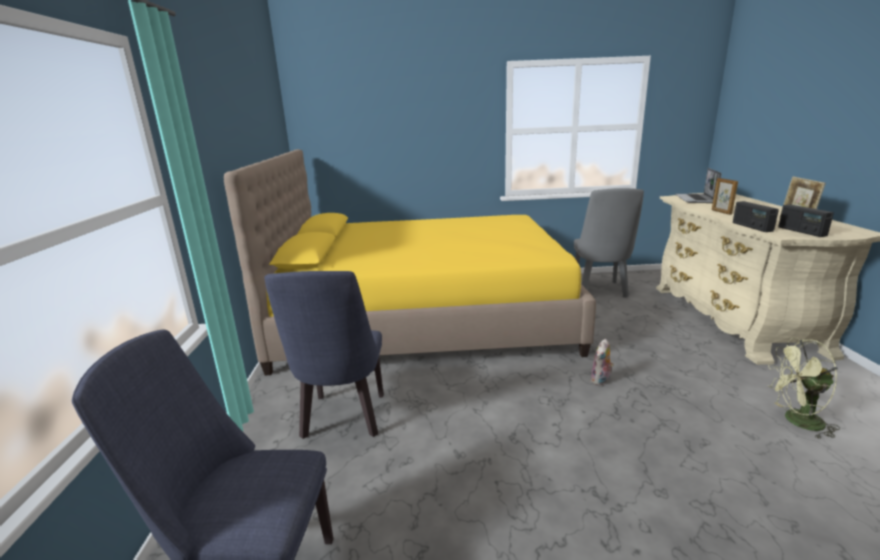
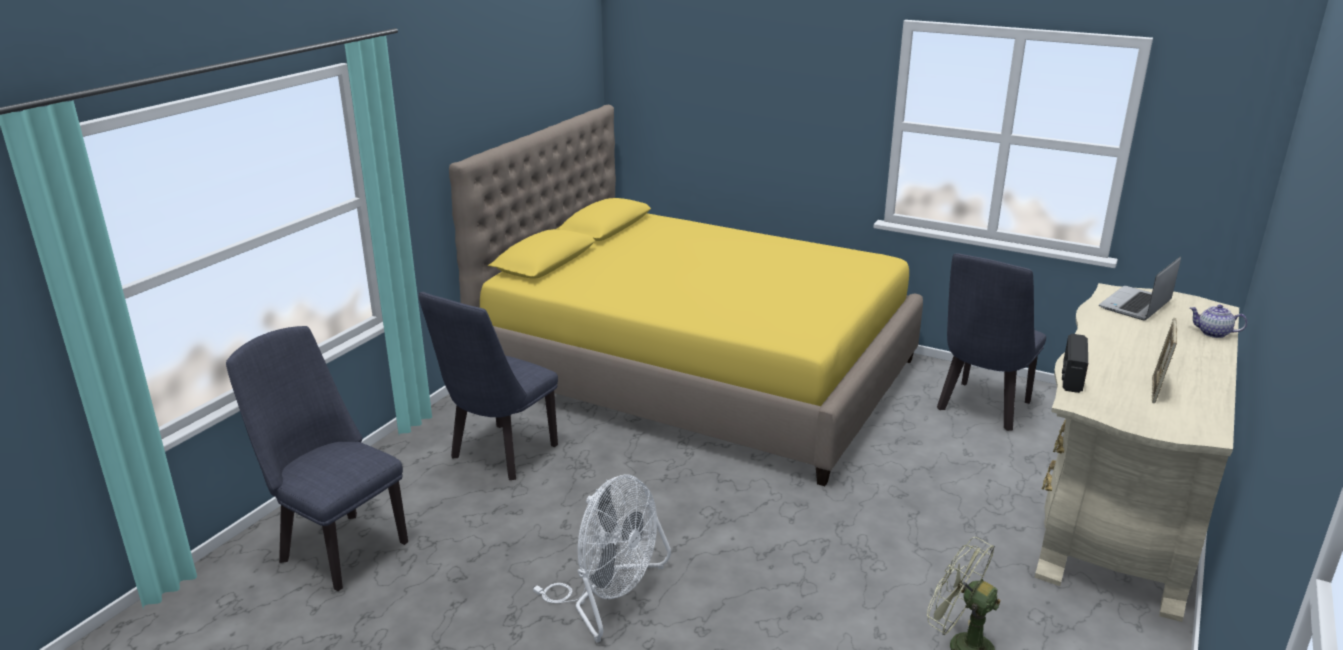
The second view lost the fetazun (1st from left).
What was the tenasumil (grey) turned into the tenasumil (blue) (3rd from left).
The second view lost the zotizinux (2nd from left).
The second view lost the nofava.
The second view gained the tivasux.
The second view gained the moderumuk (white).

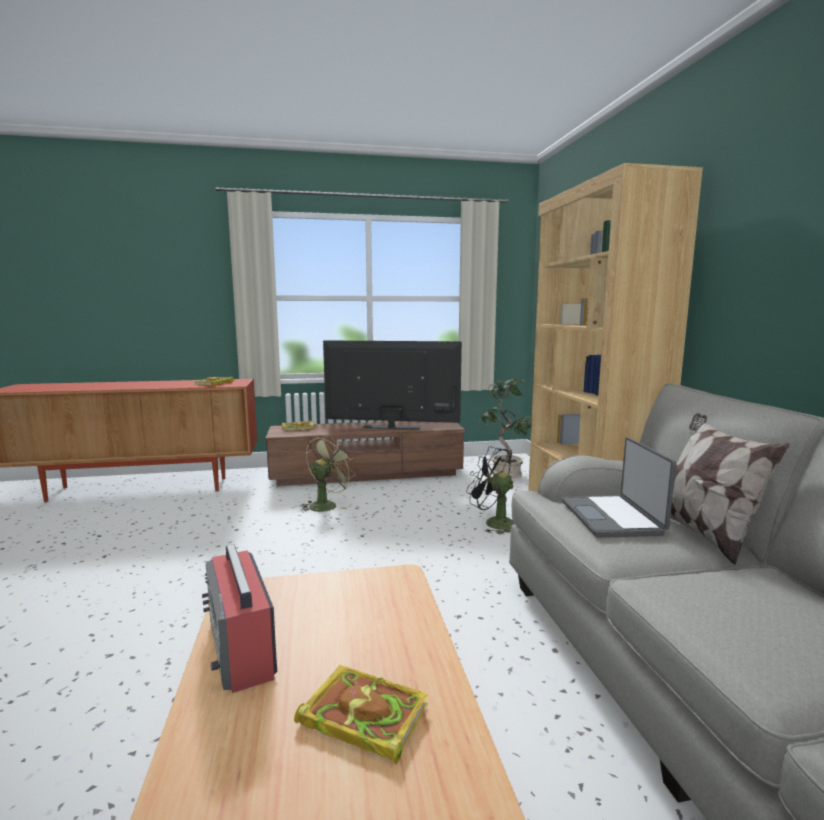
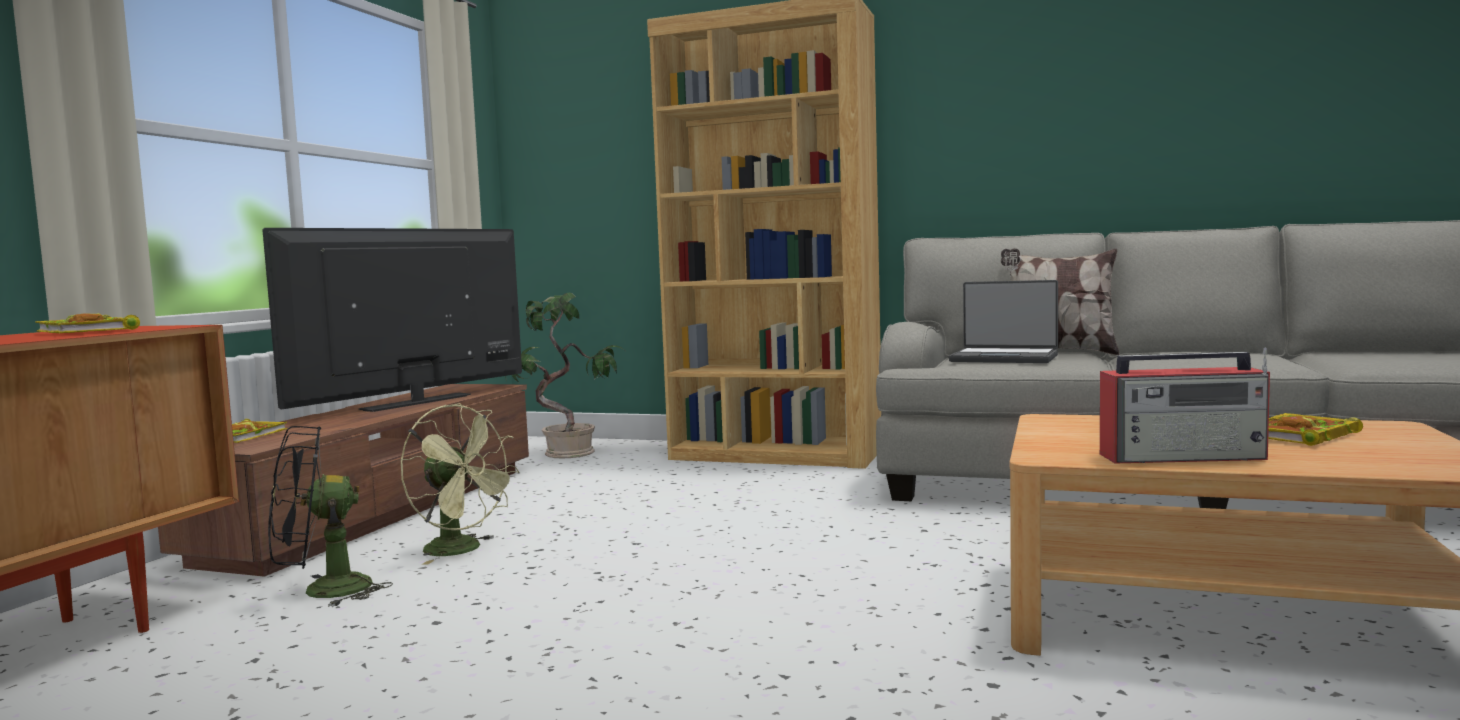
The moderumuk (green) ended up facing another way, 150 degrees clockwise from before.
The moderumuk (black) ended up elsewhere.

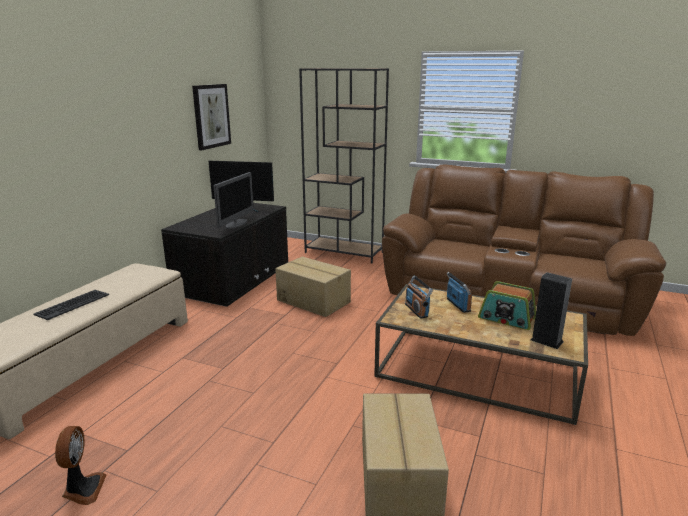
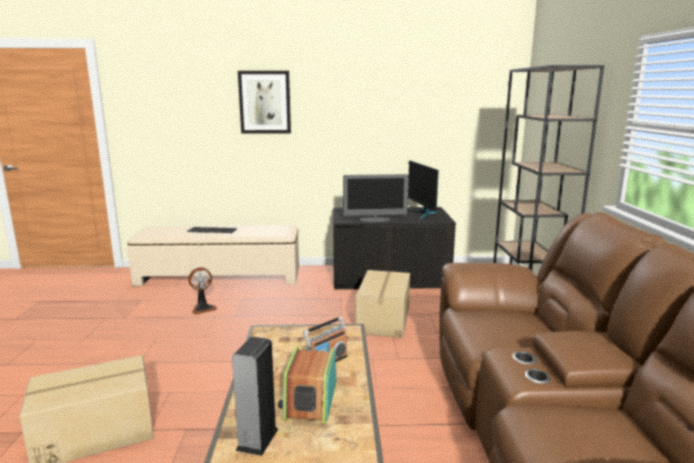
The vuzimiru ended up elsewhere.
The second view lost the zotizinux (1st from left).
The moderumuk ended up elsewhere.

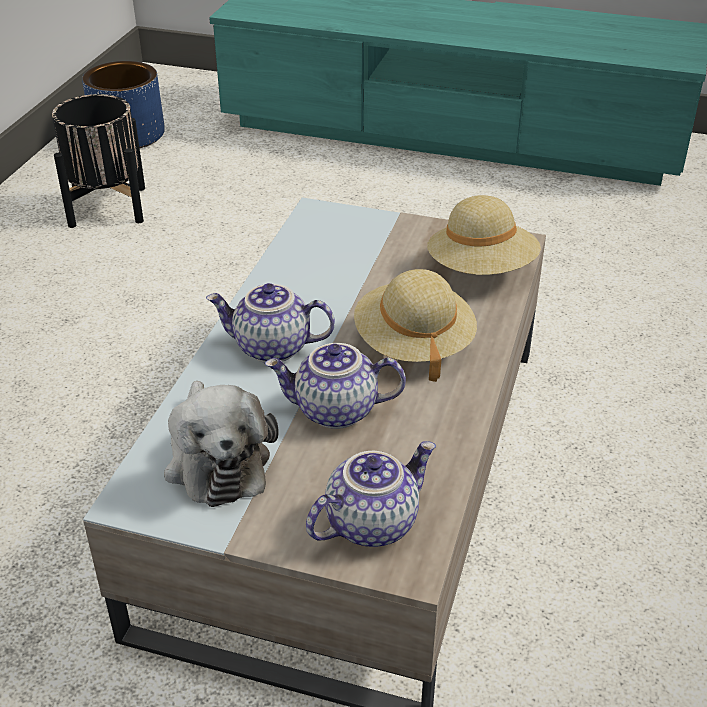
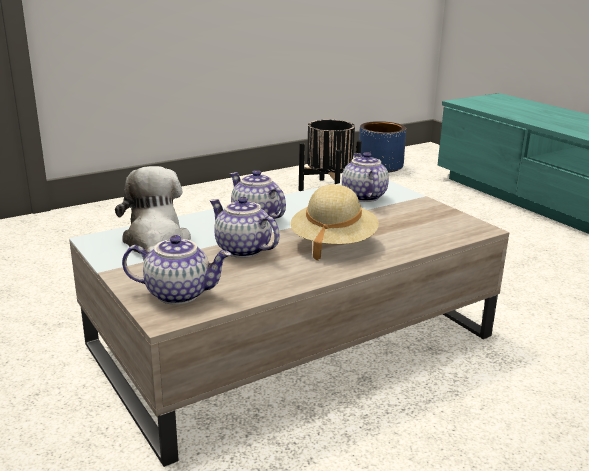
The second view lost the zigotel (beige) (2nd from left).
The nofava ended up facing another way, 150 degrees clockwise from before.
The second view gained the tivasux (4th from left).

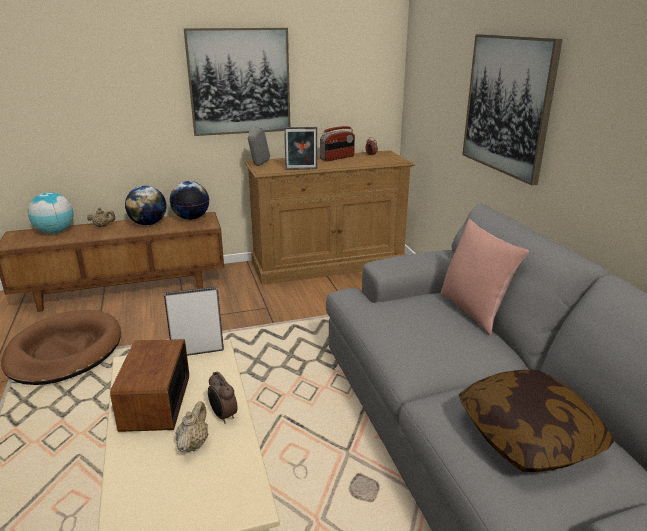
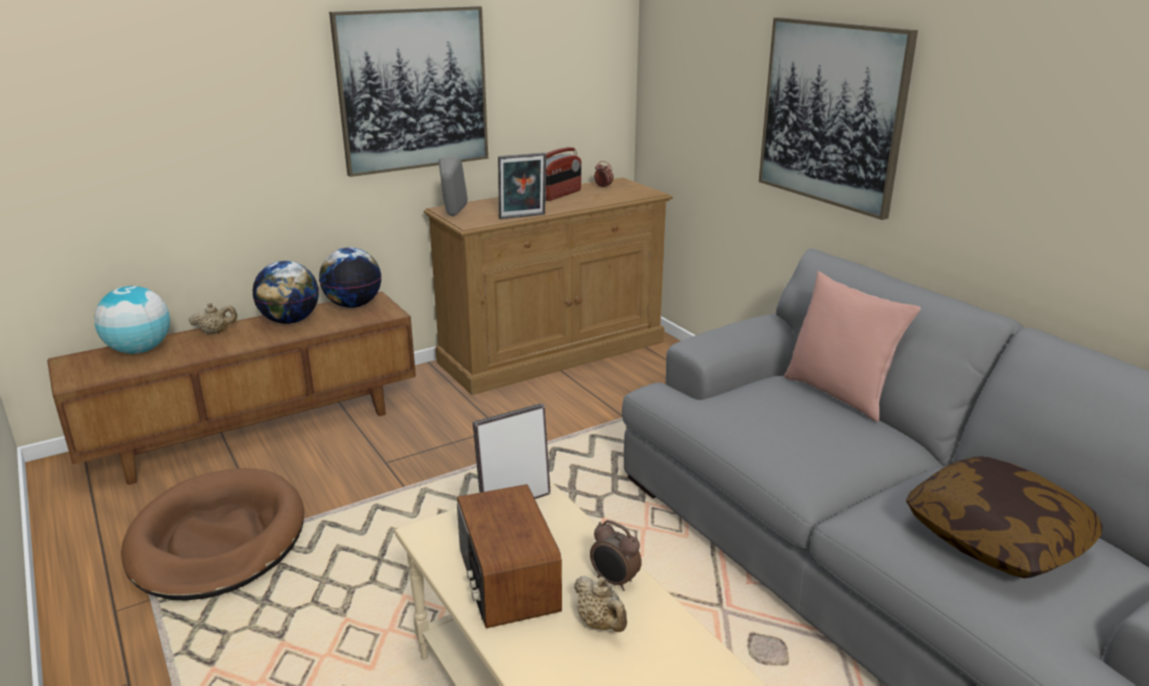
The tivasux (beige) (2nd from left) ended up facing another way, 150 degrees clockwise from before.

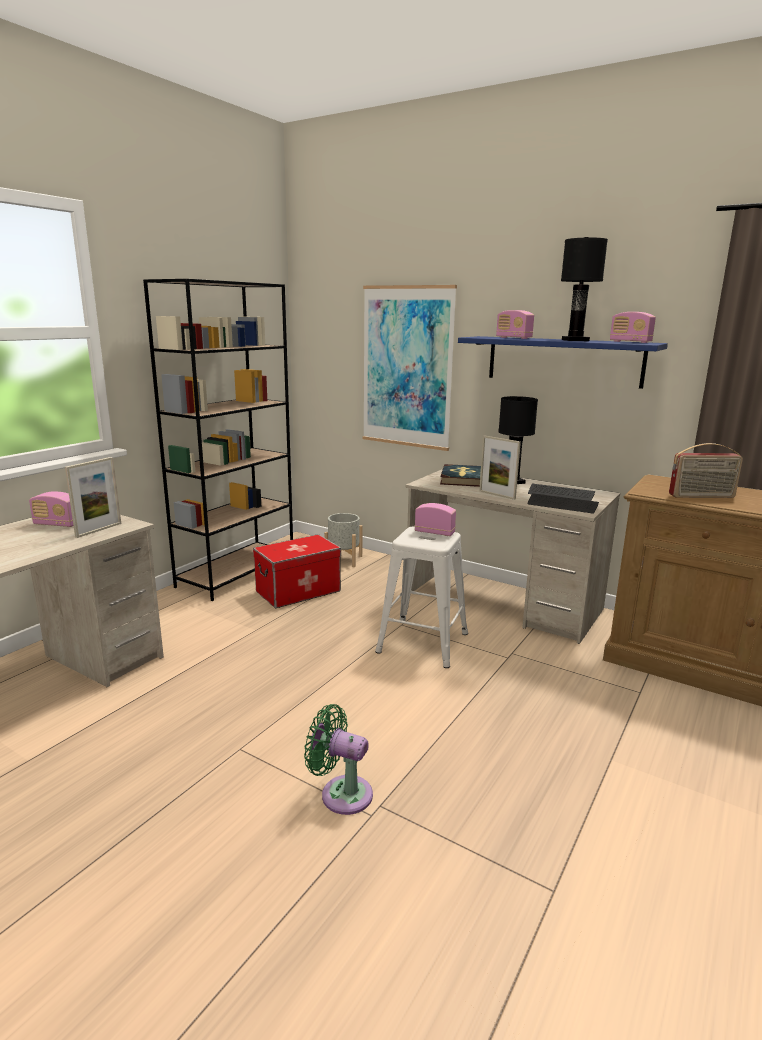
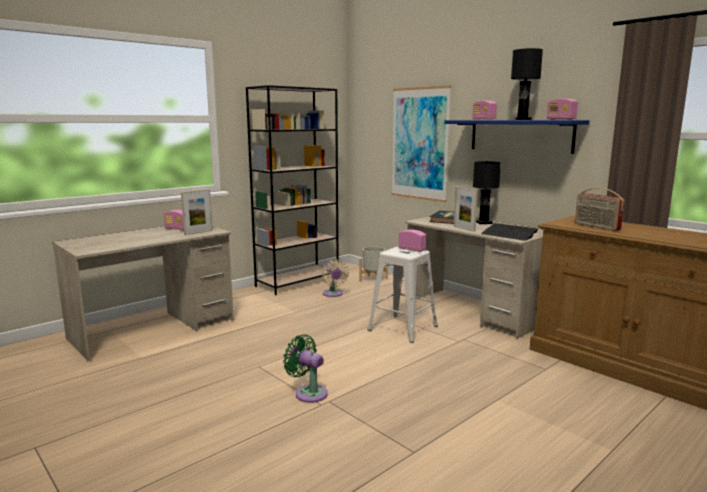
The zotizinux (5th from left) ended up facing another way, 45 degrees clockwise from before.
Where the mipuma stood, the moderumuk (beige) came to stand.

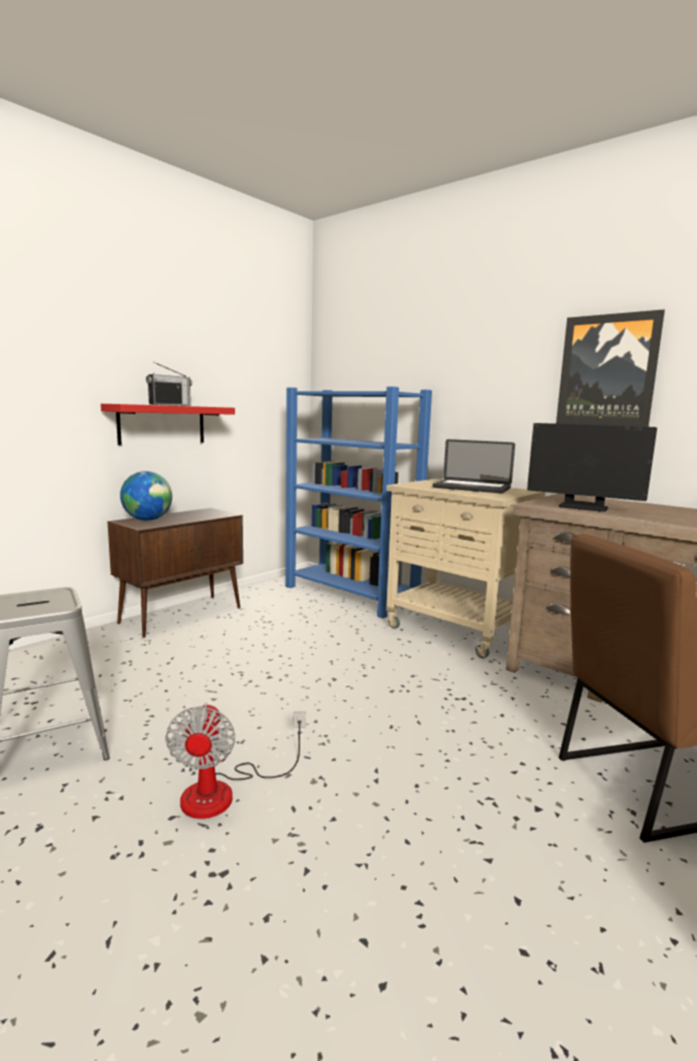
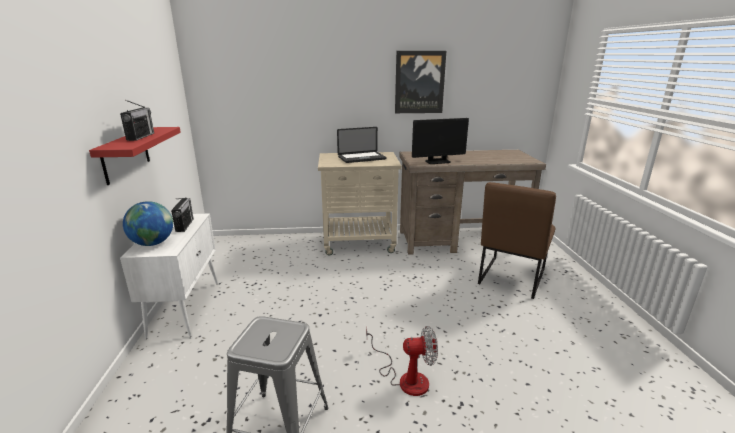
The second view lost the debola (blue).
What was the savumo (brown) turned into the savumo (white).
The moderumuk ended up facing another way, 45 degrees counterclockwise from before.
The second view gained the zotizinux (2nd from left).

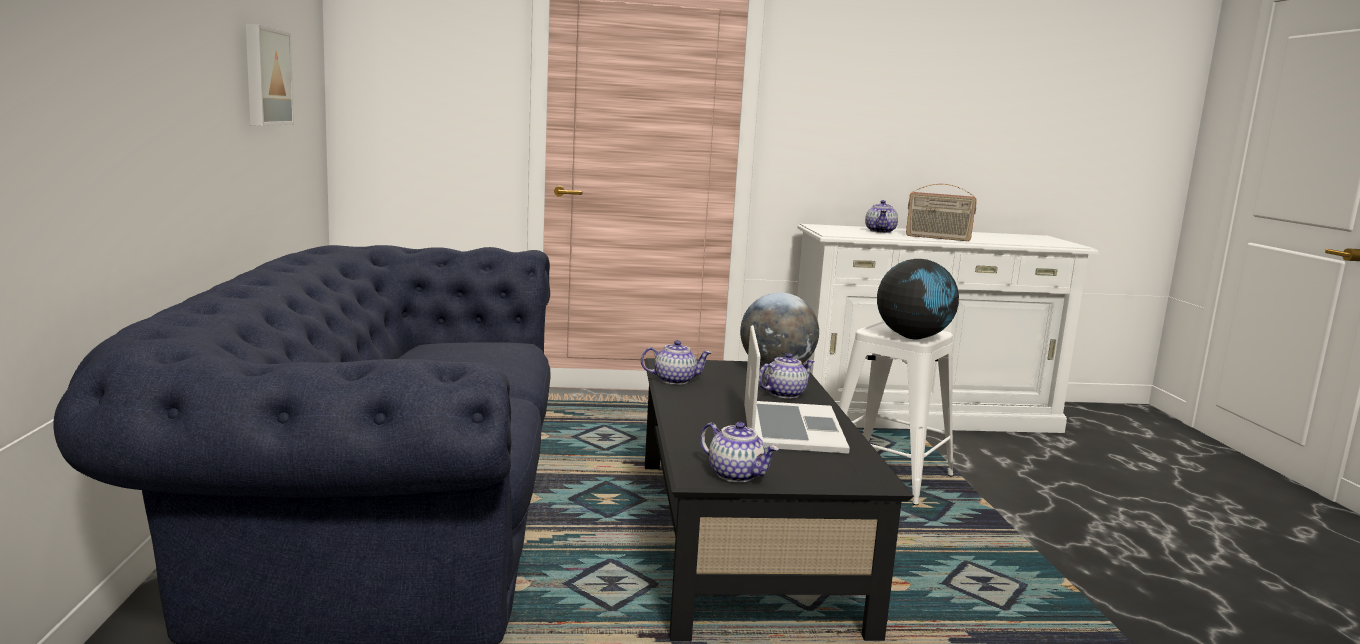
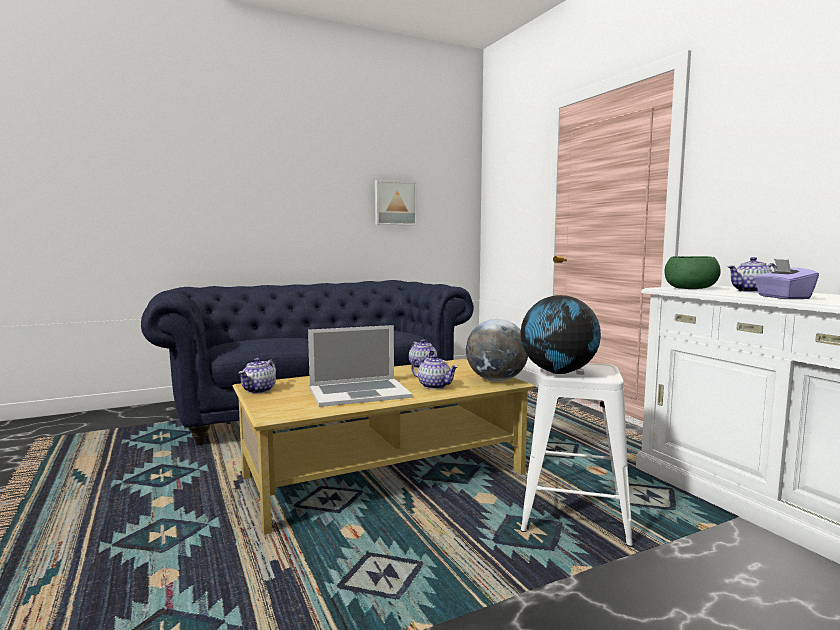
Where the zotizinux stood, the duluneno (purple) came to stand.
What was the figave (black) turned into the figave (beige).
The second view gained the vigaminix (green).

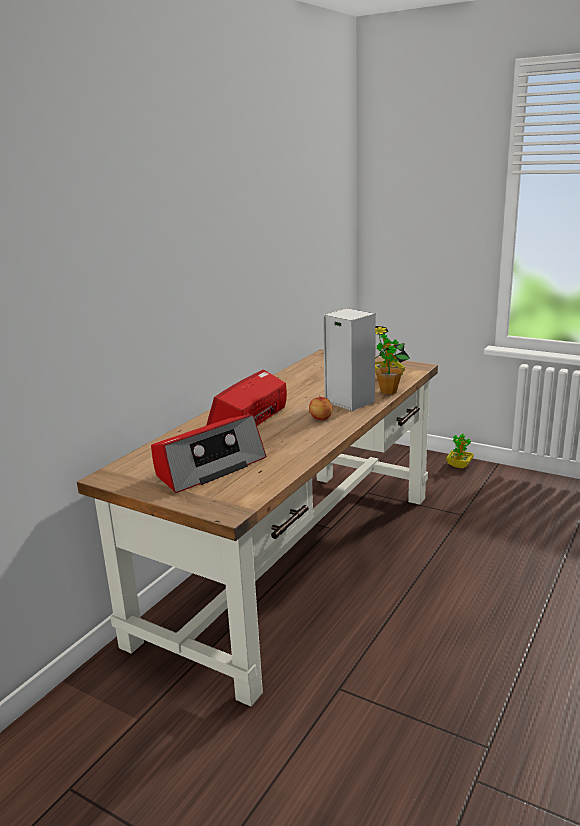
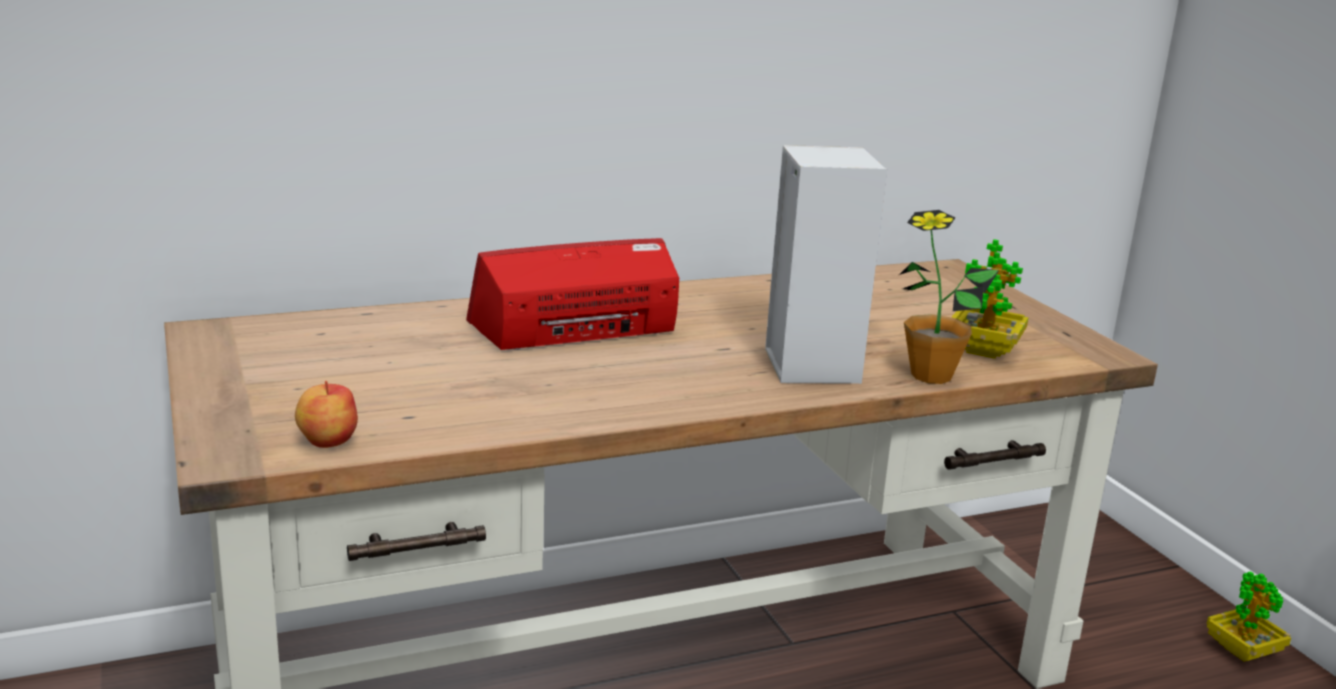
The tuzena ended up elsewhere.
The second view lost the zotizinux (1st from left).

